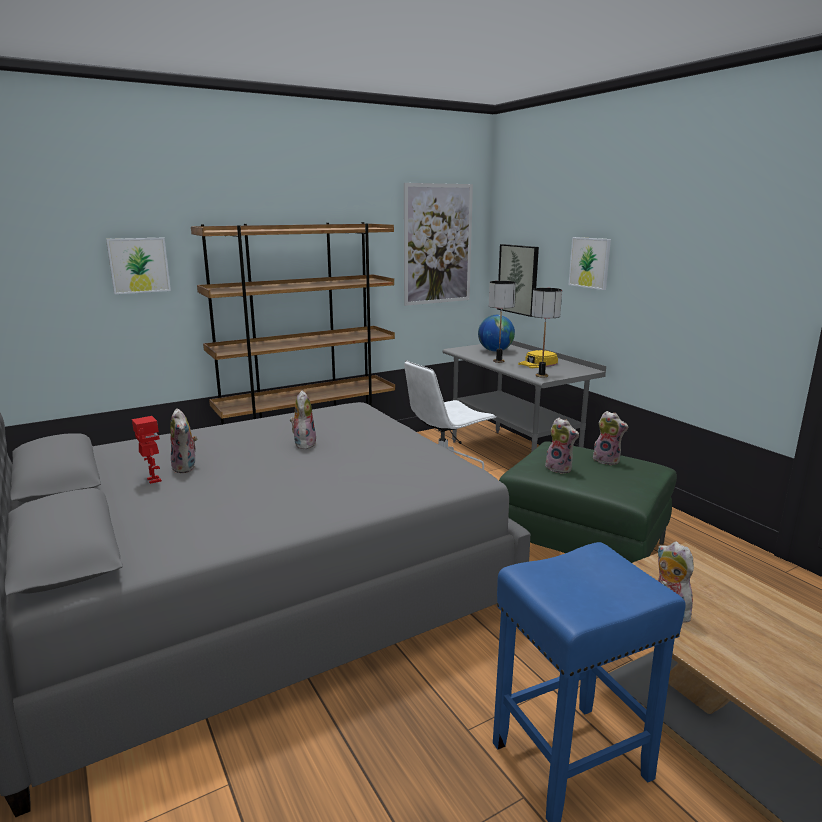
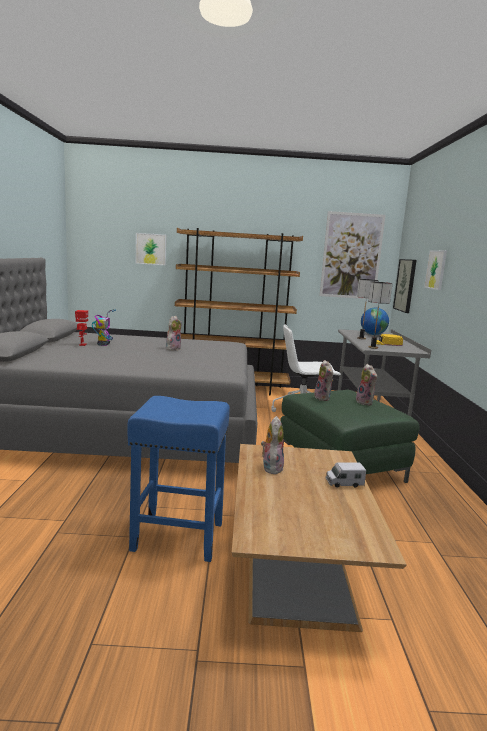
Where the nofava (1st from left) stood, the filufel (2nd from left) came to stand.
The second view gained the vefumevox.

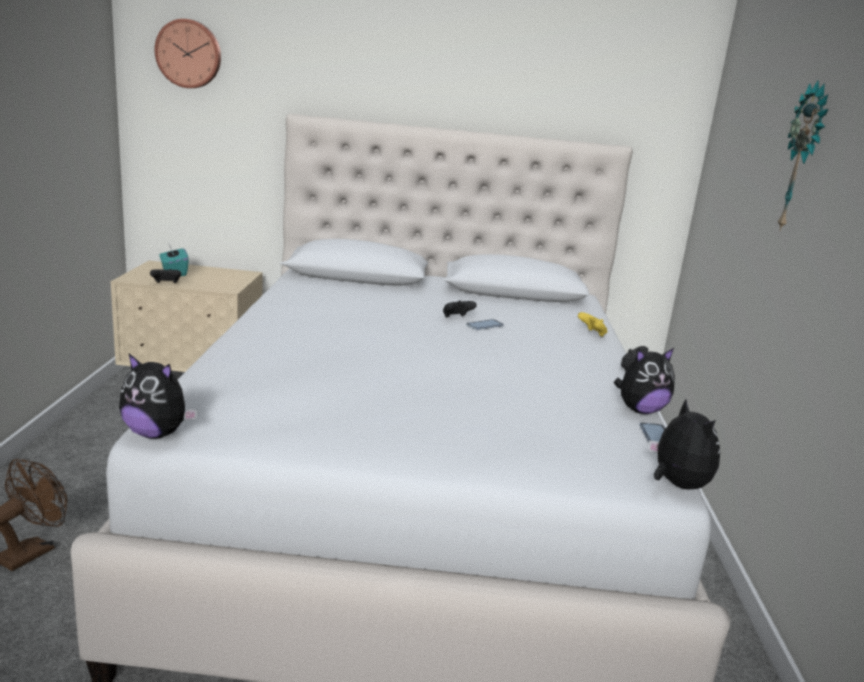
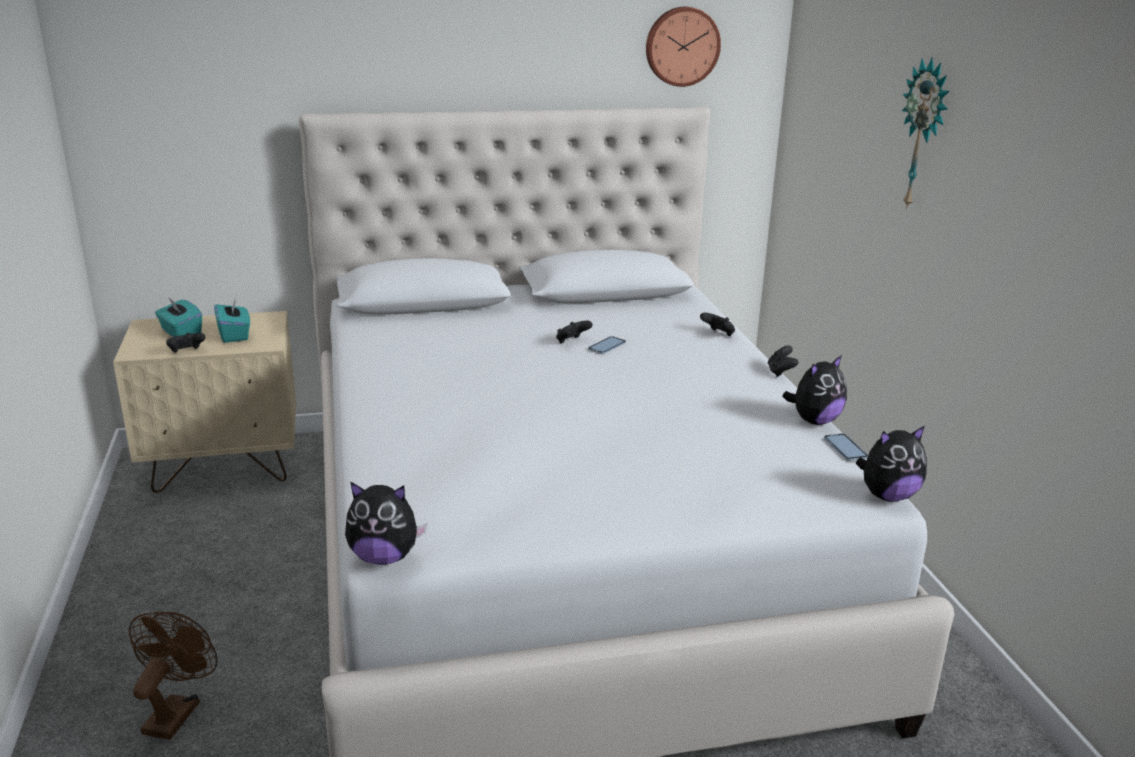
The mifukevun (1st from left) ended up elsewhere.
What was the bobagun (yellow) turned into the bobagun (black) (3rd from left).
The nofava (3rd from left) ended up facing another way, 105 degrees clockwise from before.
The second view gained the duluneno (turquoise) (2nd from left).

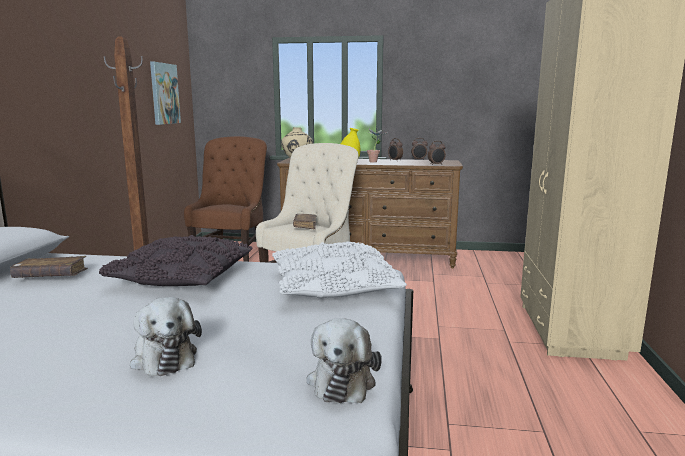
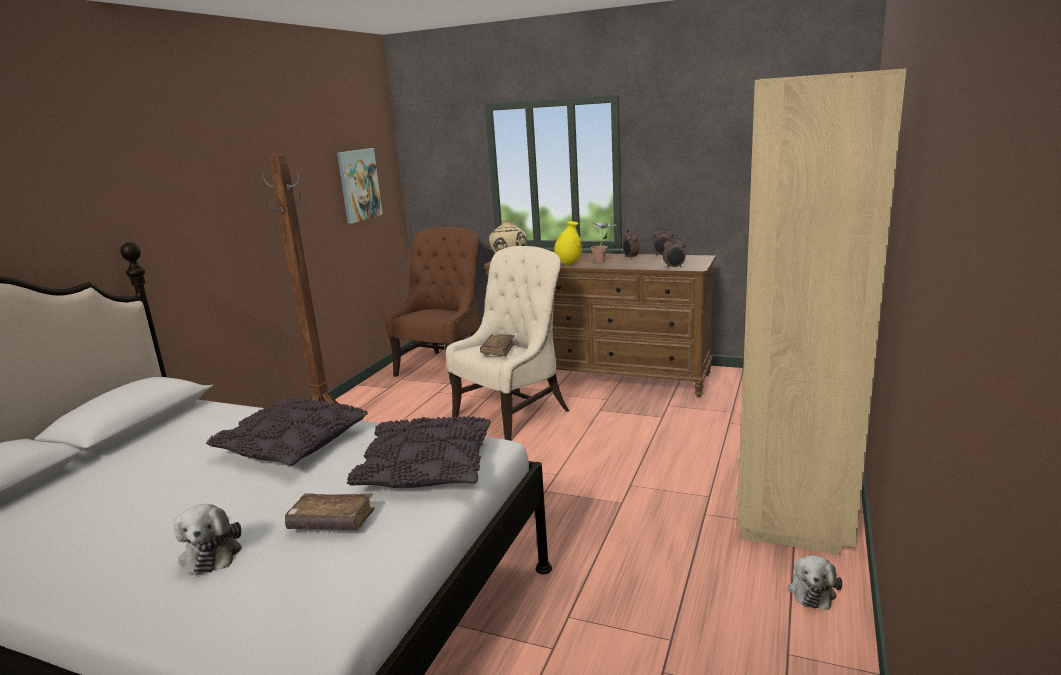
What was the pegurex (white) turned into the pegurex (black) (2nd from left).
The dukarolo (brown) (1st from left) ended up elsewhere.
The nofava (2nd from left) ended up elsewhere.

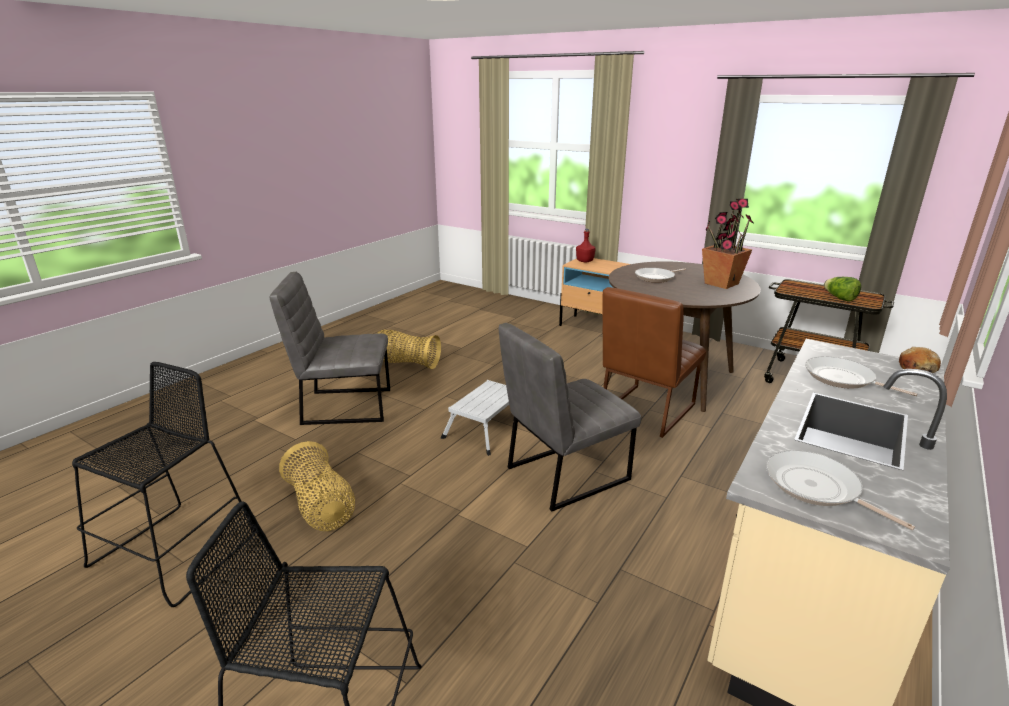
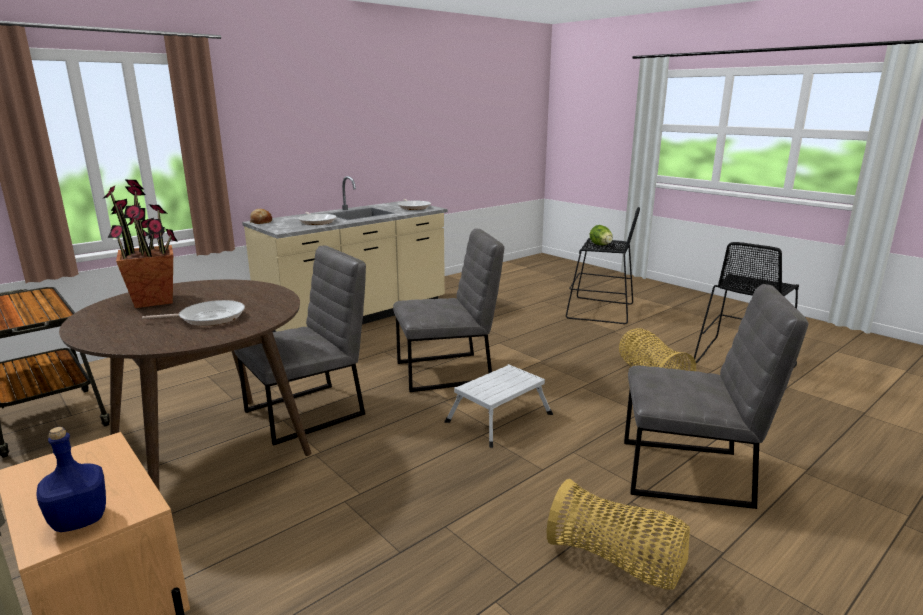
What was the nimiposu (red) turned into the nimiposu (blue).
The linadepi ended up elsewhere.
What was the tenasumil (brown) turned into the tenasumil (grey) (1st from left).

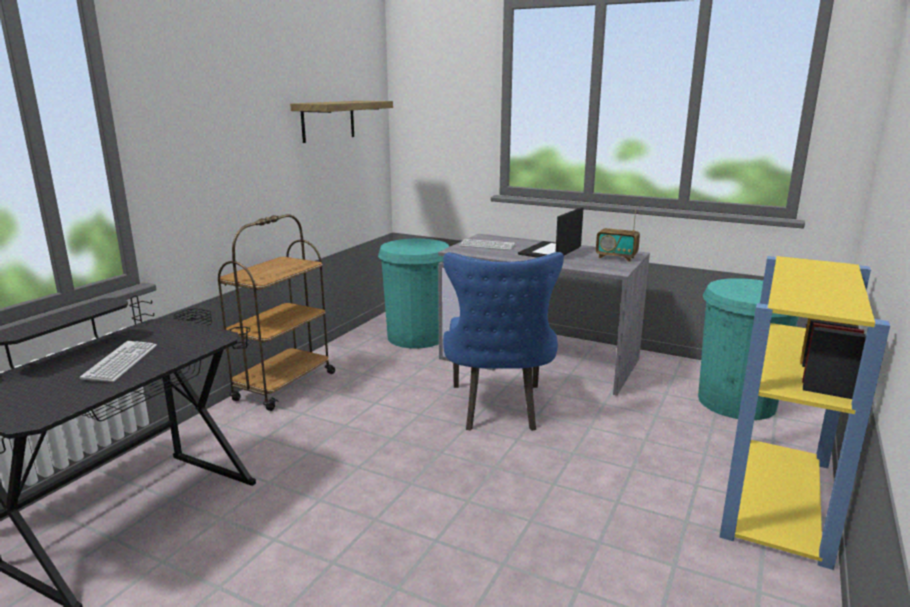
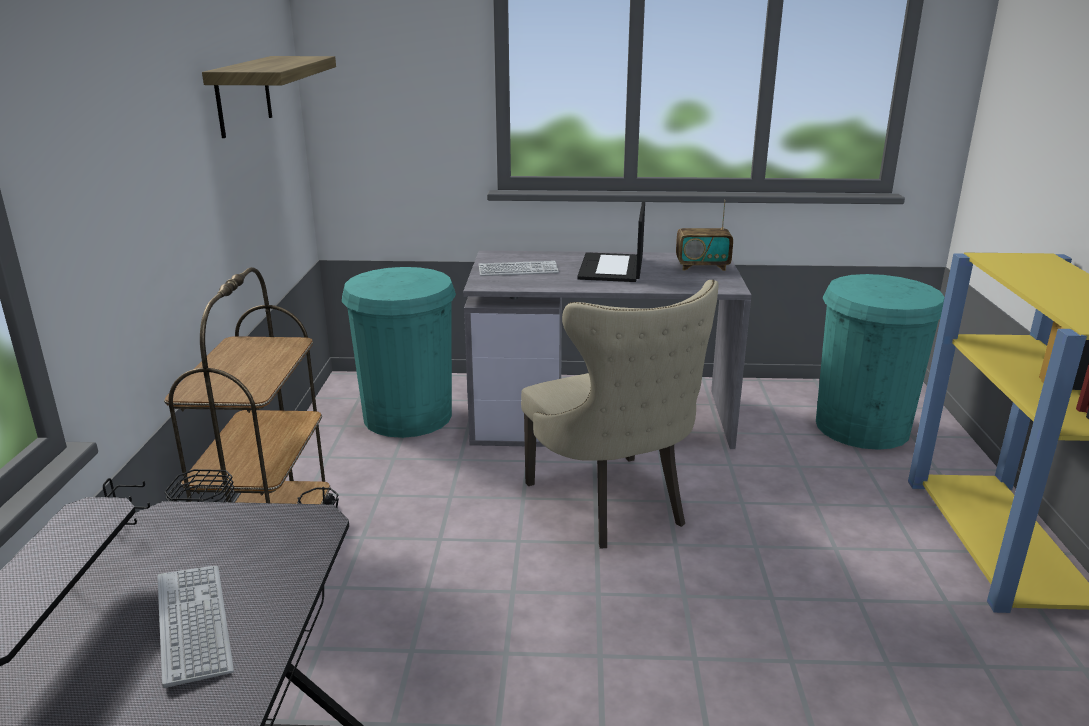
What was the tenasumil (blue) turned into the tenasumil (beige).

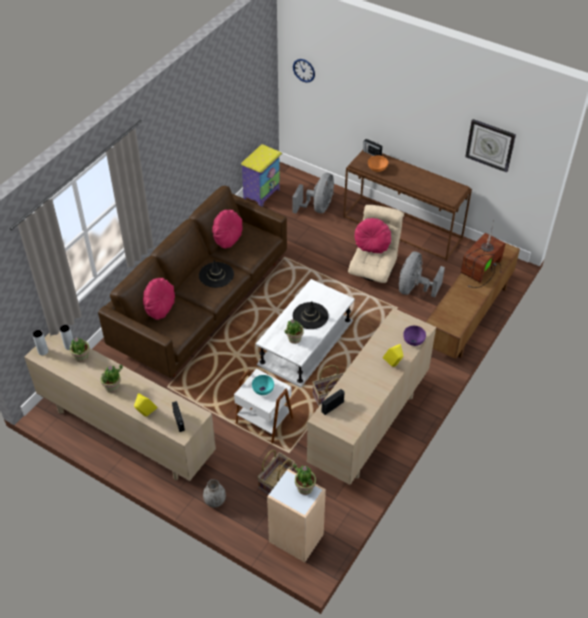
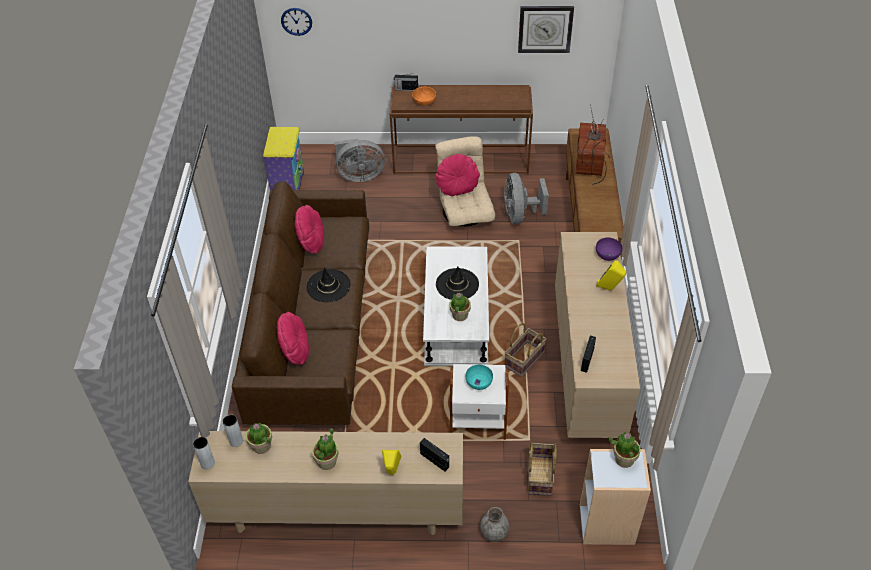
The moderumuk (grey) (1st from left) ended up facing another way, 90 degrees clockwise from before.

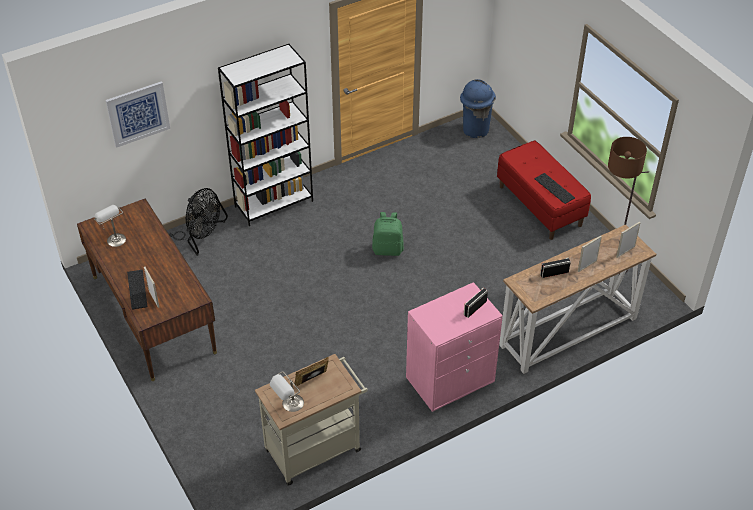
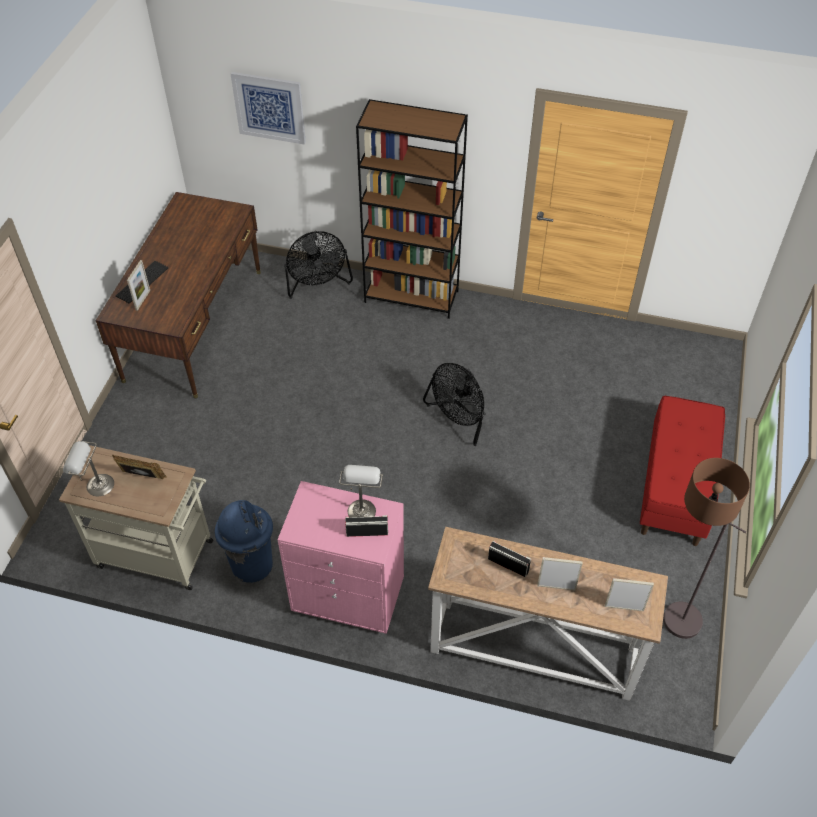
What was the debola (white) turned into the debola (brown).
The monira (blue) ended up elsewhere.
The second view lost the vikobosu (2nd from left).
The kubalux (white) (1st from left in the first image) ended up elsewhere.
Where the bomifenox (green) stood, the moderumuk (black) (2nd from left) came to stand.

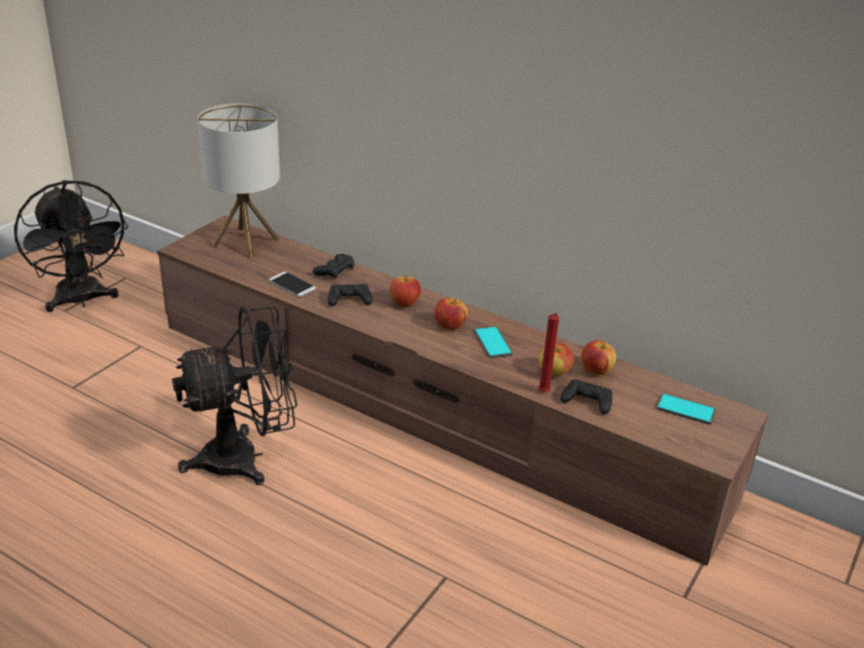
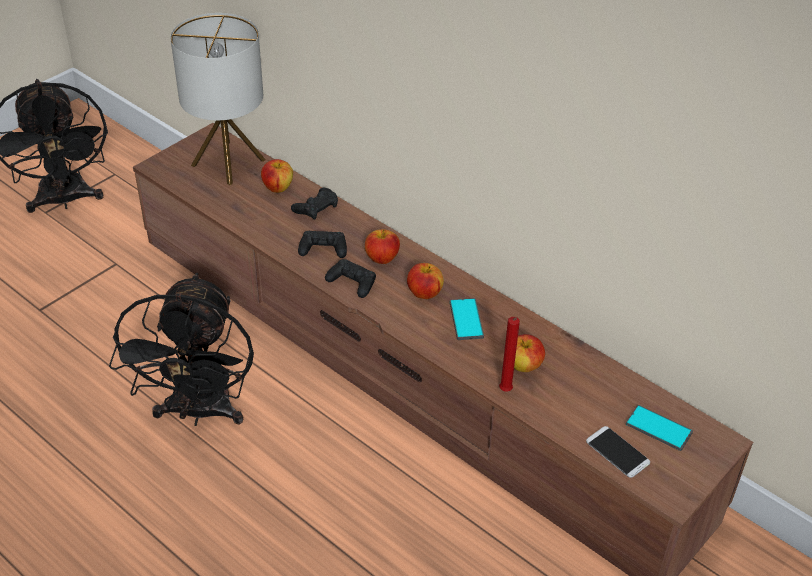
The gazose (1st from left in the first image) ended up elsewhere.
The moderumuk (black) (2nd from left) ended up facing another way, 105 degrees clockwise from before.
The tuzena (4th from left in the first image) ended up elsewhere.
The bobagun (black) (3rd from left) ended up elsewhere.

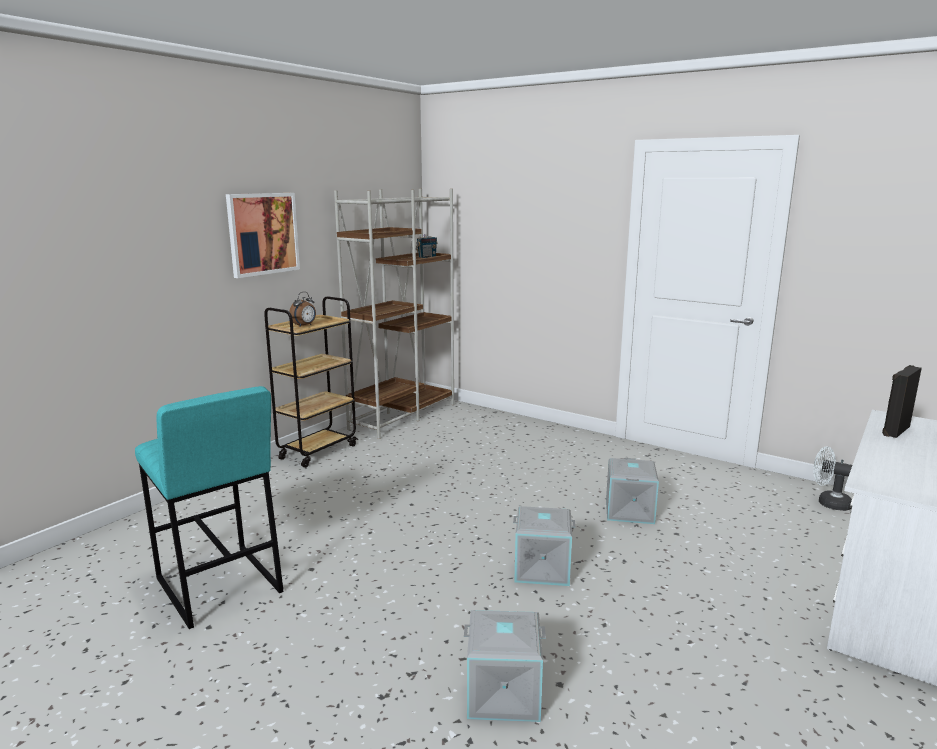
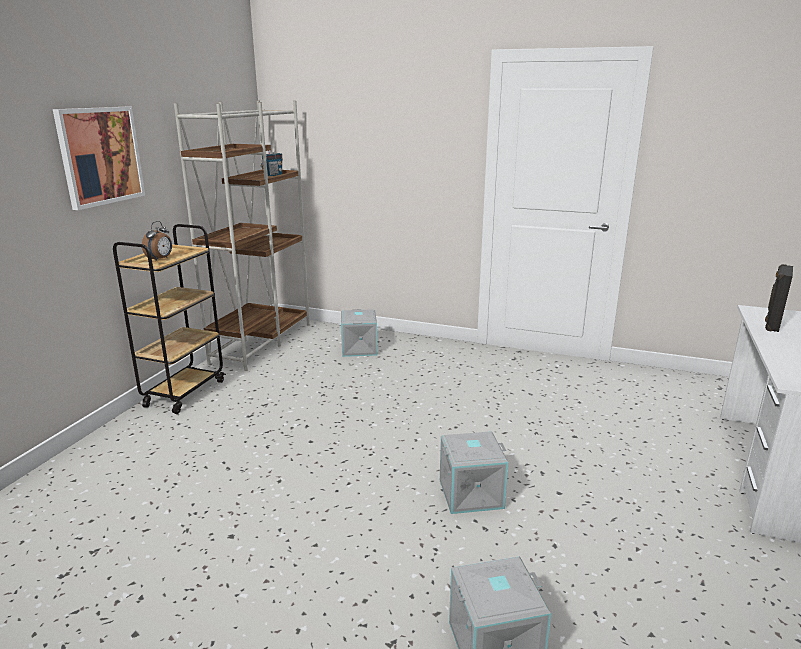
The second view lost the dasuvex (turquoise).
The second view lost the moderumuk (white).
The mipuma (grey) (3rd from left in the first image) ended up elsewhere.

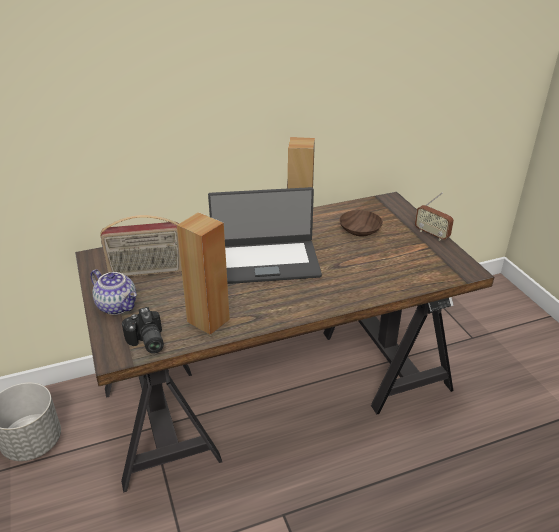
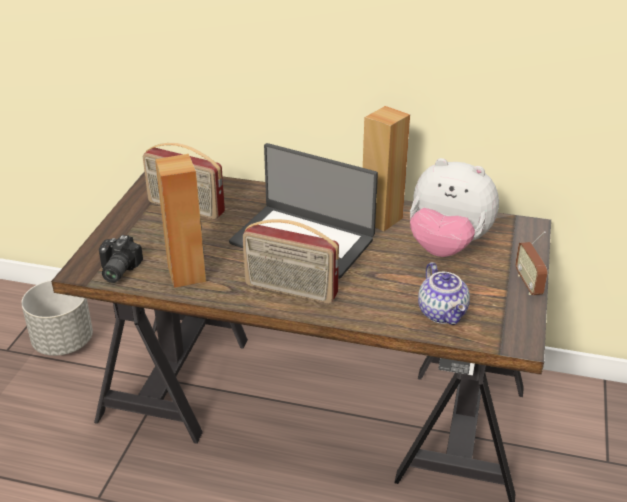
Where the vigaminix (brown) stood, the nofava came to stand.
The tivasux ended up elsewhere.
The second view gained the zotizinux (2nd from left).

